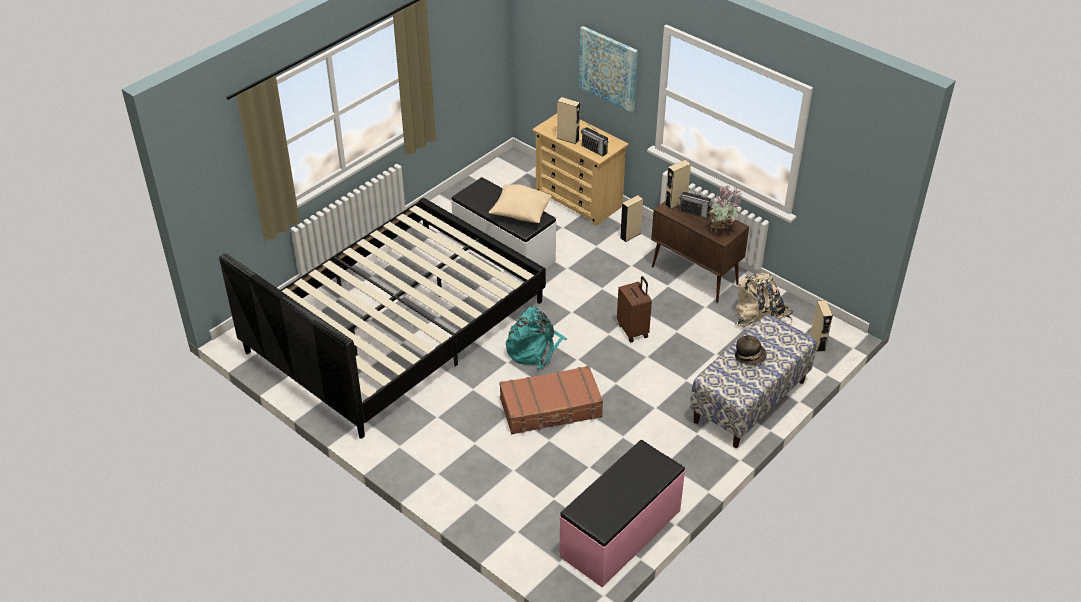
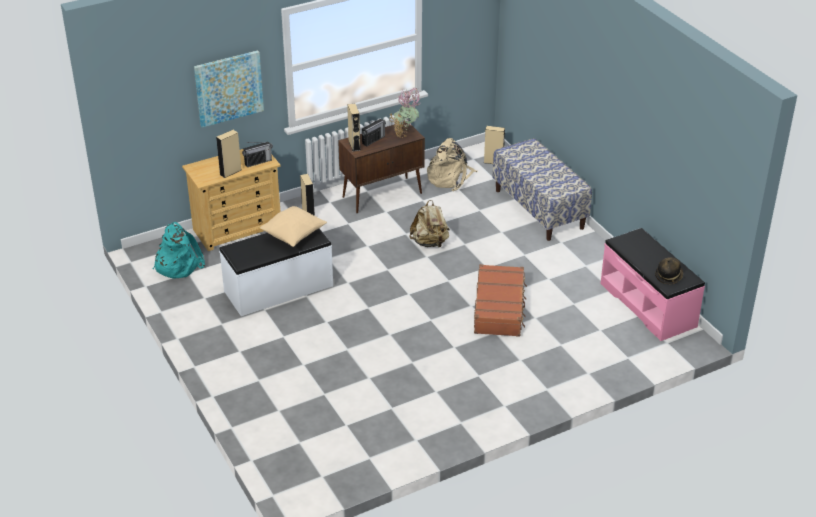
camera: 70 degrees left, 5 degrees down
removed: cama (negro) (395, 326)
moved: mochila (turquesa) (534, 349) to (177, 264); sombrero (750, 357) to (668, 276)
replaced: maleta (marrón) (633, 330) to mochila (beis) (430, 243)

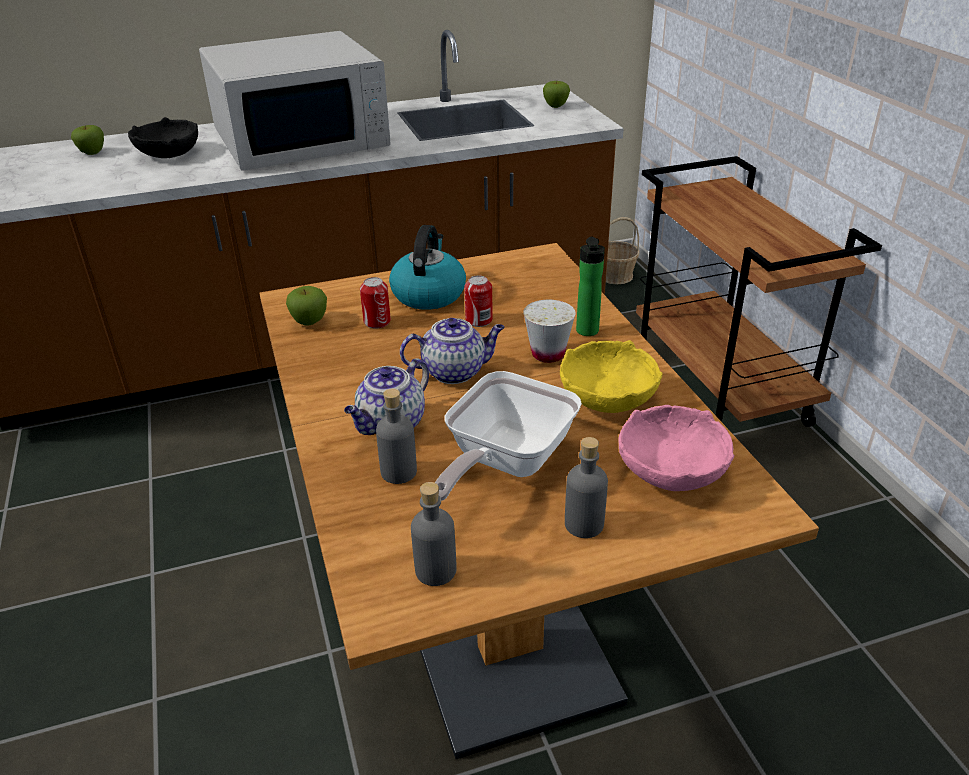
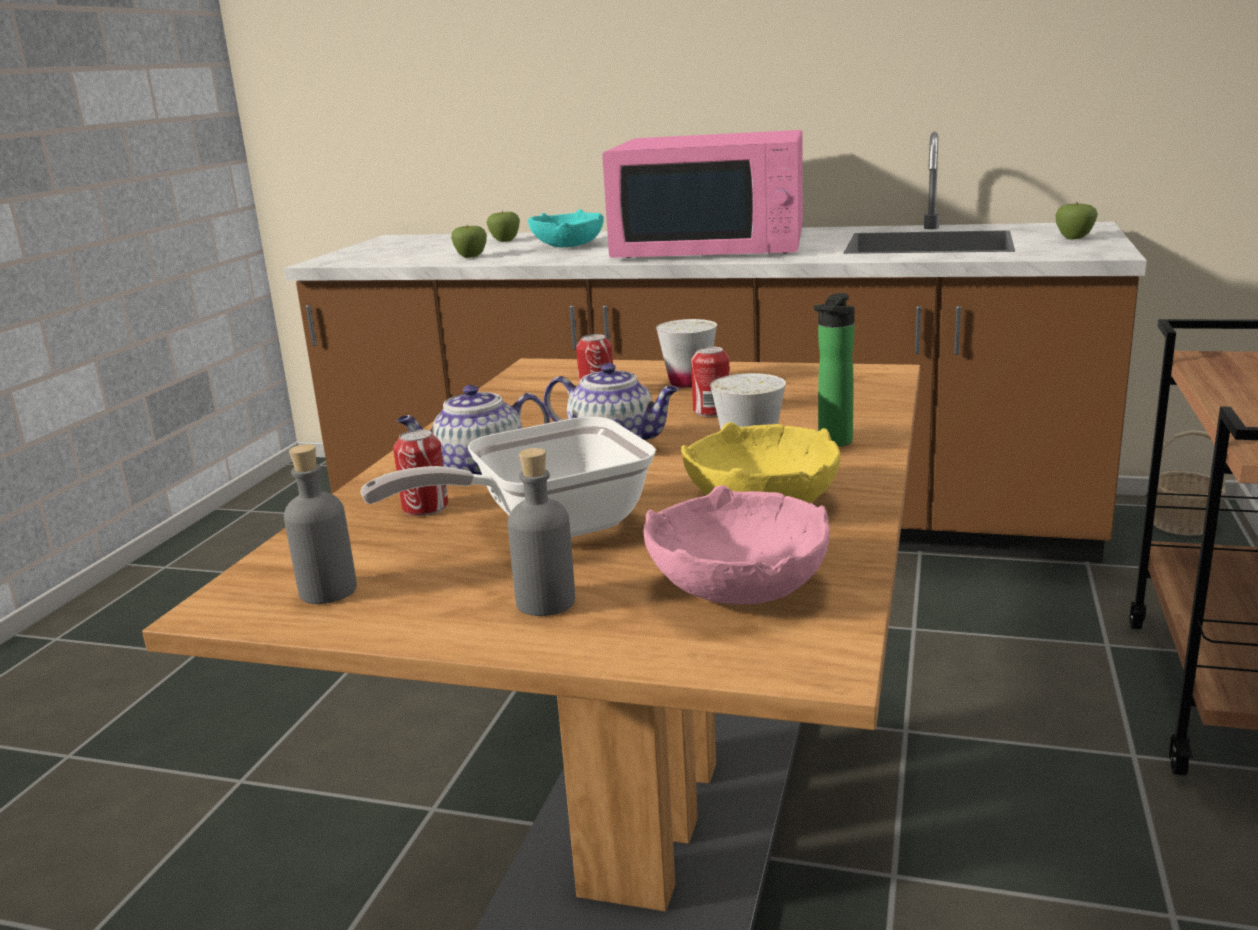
camera: 35 degrees right, 15 degrees down
moved: manzana (309, 322) to (471, 257)
replaced: botella (gris) (399, 472) to lata (425, 507); hervidor (428, 294) to taza (blanco) (688, 383)
recoloured: cuenco (negro) (169, 154) to cuenco (turquesa) (568, 245); microondas (blanco) (302, 139) to microondas (rosa) (713, 245)

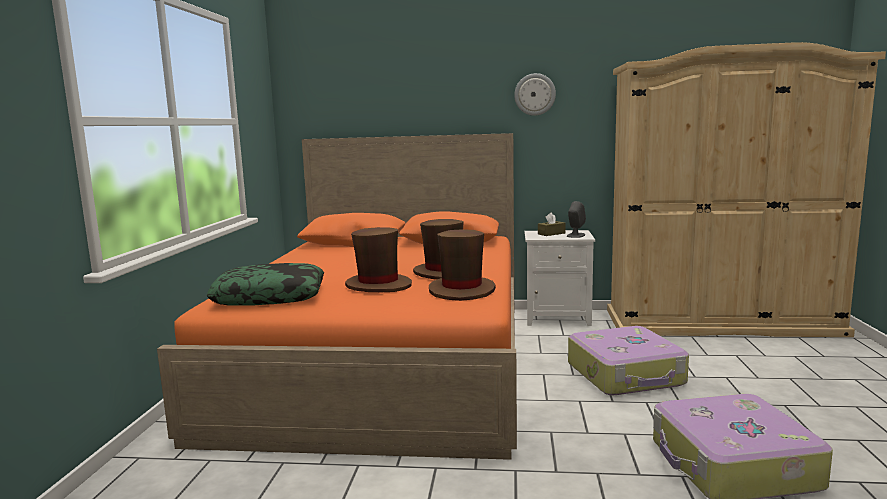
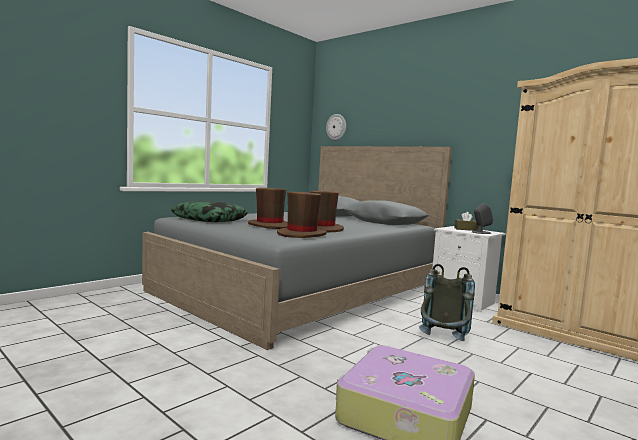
camera: 35 degrees right, 5 degrees down
moved: reloj de pared (534, 94) to (336, 127)
replaced: maleta (626, 374) to mochila (gris) (442, 343)
recoloured: cama (naranja) (387, 361) to cama (gris) (302, 290)

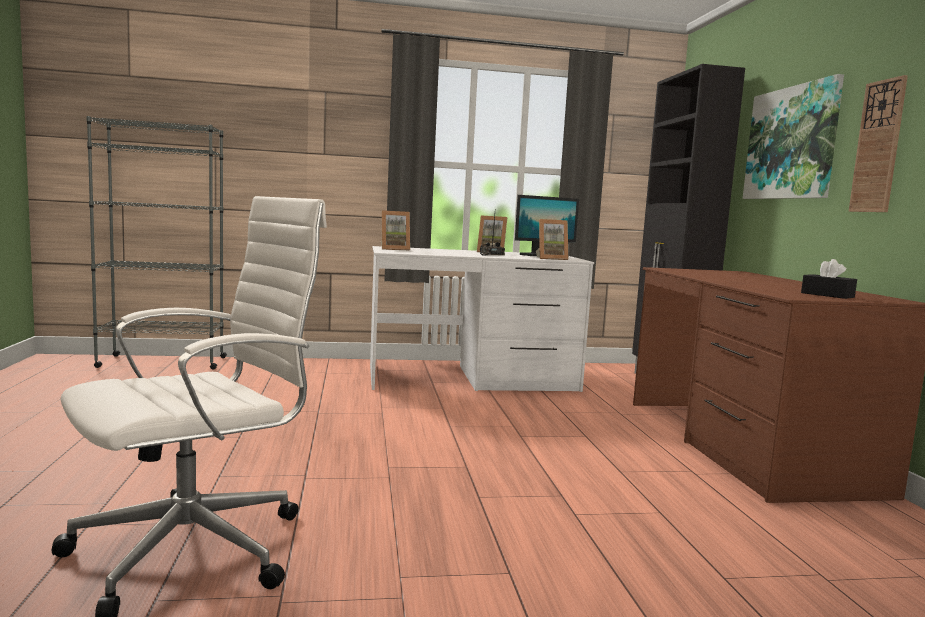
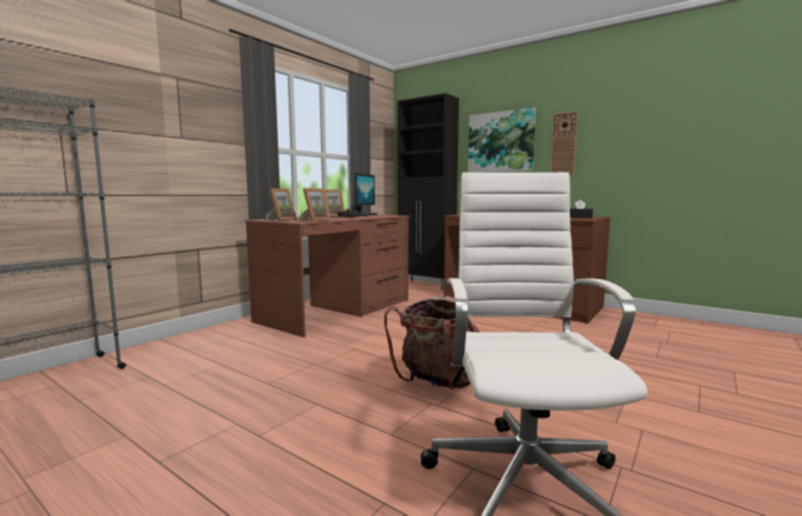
camera: 45 degrees left, 0 degrees up
added: mochila (438, 382)
moved: portarretratos (551, 258) to (315, 220)
recoloured: escritorio (blanco) (472, 378) to escritorio (marrón) (337, 310)

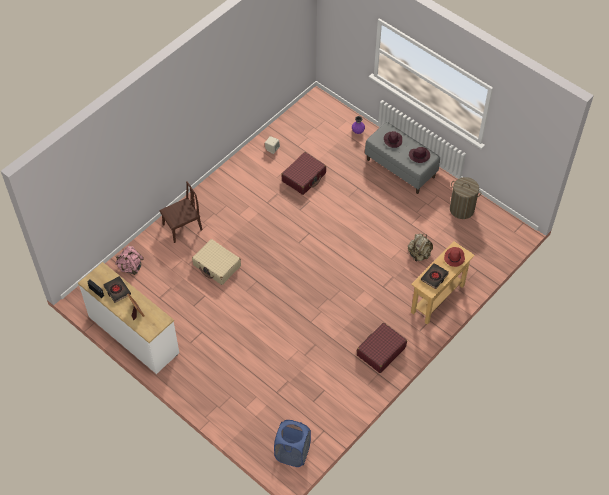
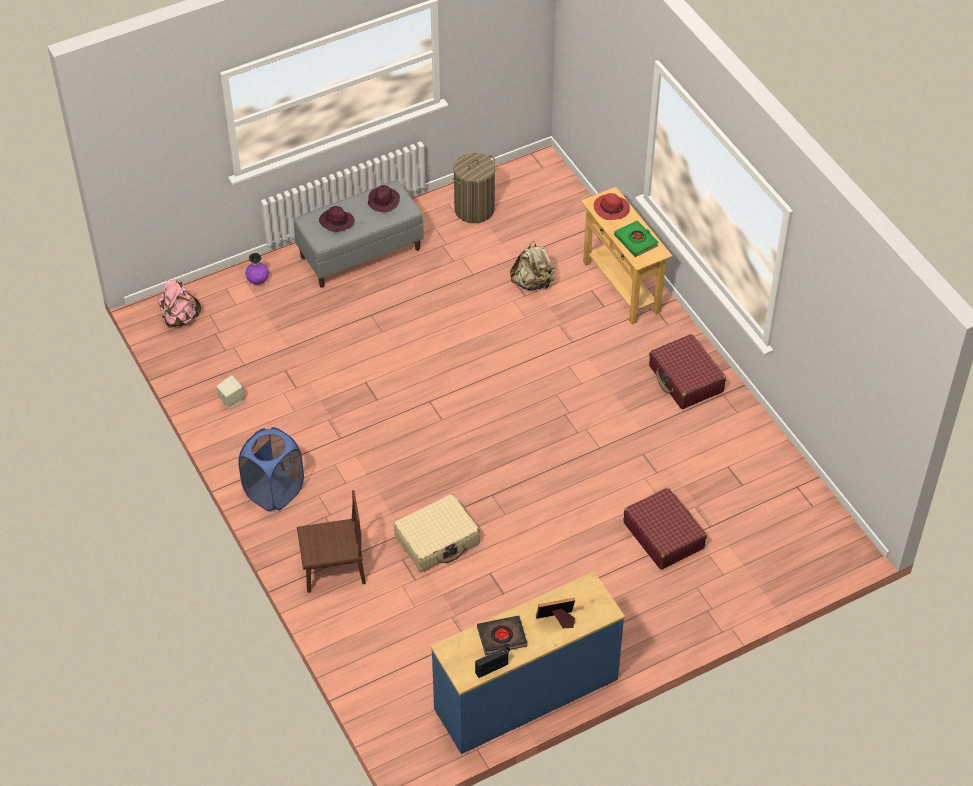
camera: 70 degrees left, 5 degrees down
moved: mochila (rosa) (130, 267) to (179, 318); cesto de la ropa (azul) (292, 453) to (274, 491); maleta (rojo) (304, 177) to (663, 535)
recoloured: cómoda (blanco) (133, 335) to cómoda (azul) (526, 695); libro (negro) (434, 277) to libro (verde) (636, 241)
turned: silla (marrón) (182, 227) = (333, 568) 90 degrees clockwise

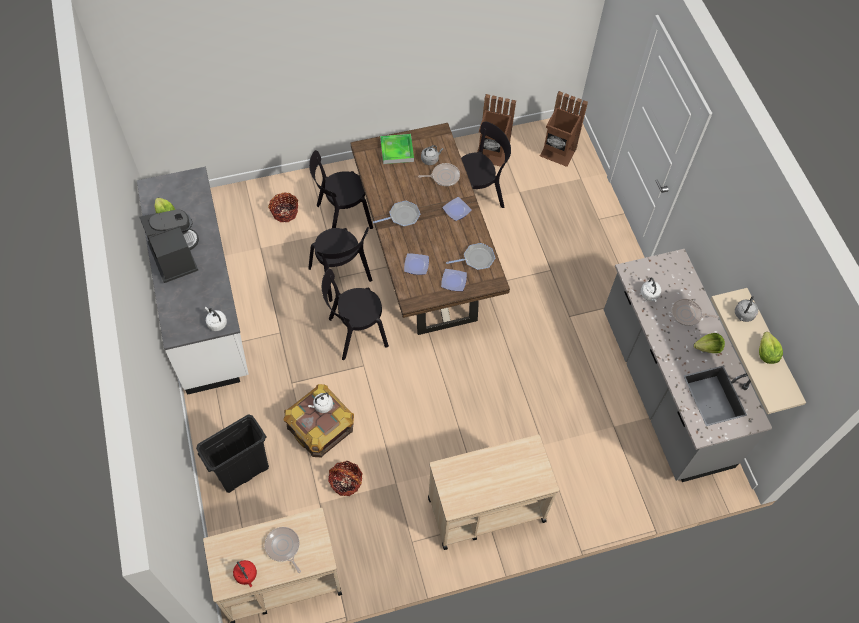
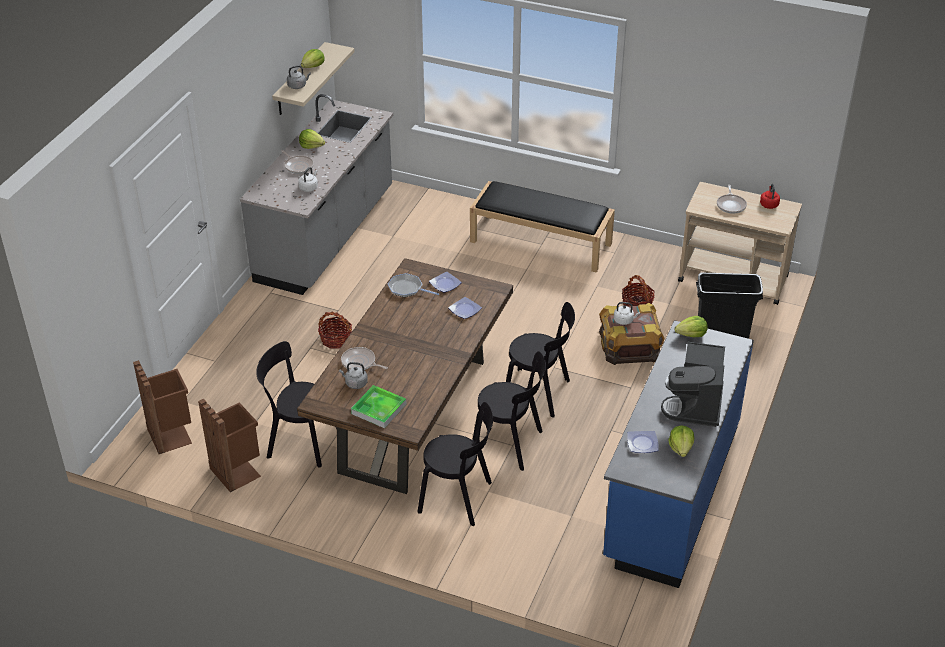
camera: 140 degrees left, 20 degrees down
removed: sartén (402, 216)
moved: cesta (285, 212) to (335, 339); plato (456, 210) to (643, 444)
replaced: hervidor (blanco) (216, 323) to lechuga (691, 334); carrito (beis) (485, 509) to banco (negro) (541, 242)
recoloured: mueble bajo de cocina (blanco) (205, 305) to mueble bajo de cocina (azul) (671, 492)
turned: silla (negro) (341, 276) = (510, 444) 105 degrees clockwise

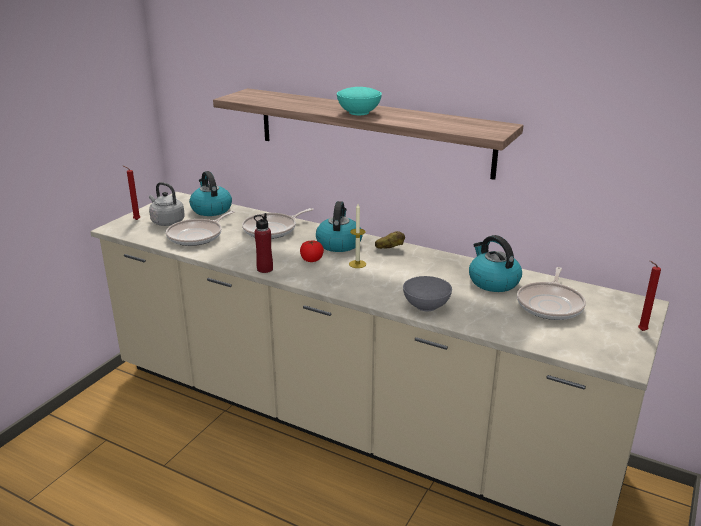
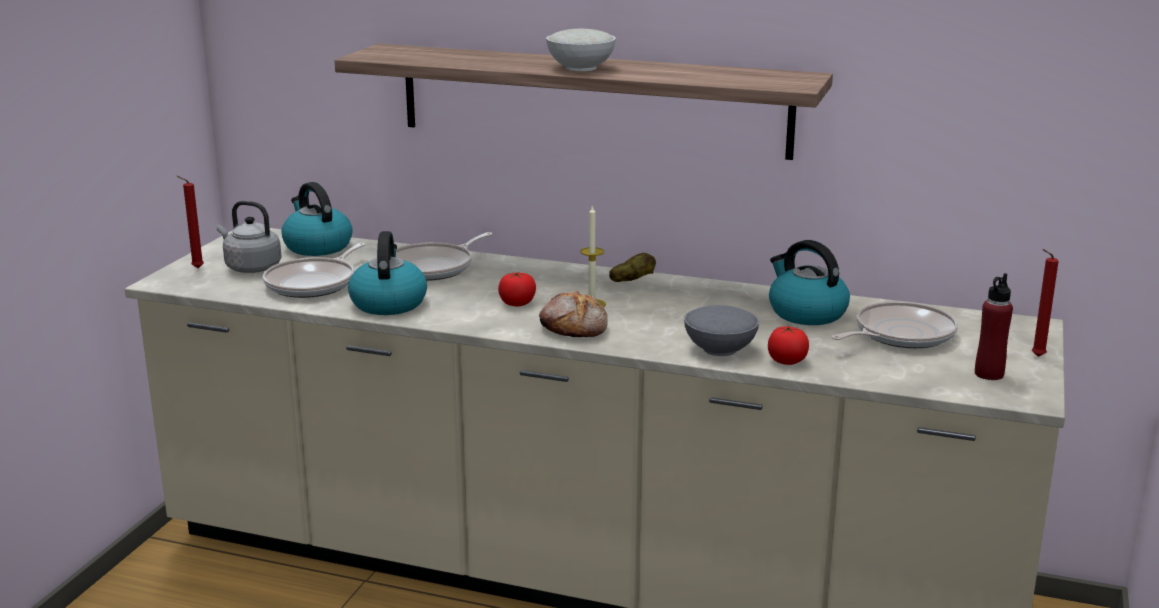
camera: 10 degrees left, 5 degrees down
added: pan (574, 328); tomate (787, 361)
moved: botella (rojo) (264, 269) to (989, 374); hervidor (339, 243) to (388, 303)
recoloured: cuenco (turquesa) (359, 112) to cuenco (blanco) (582, 68)
turned: sartén (550, 304) = (900, 334) 135 degrees counterclockwise

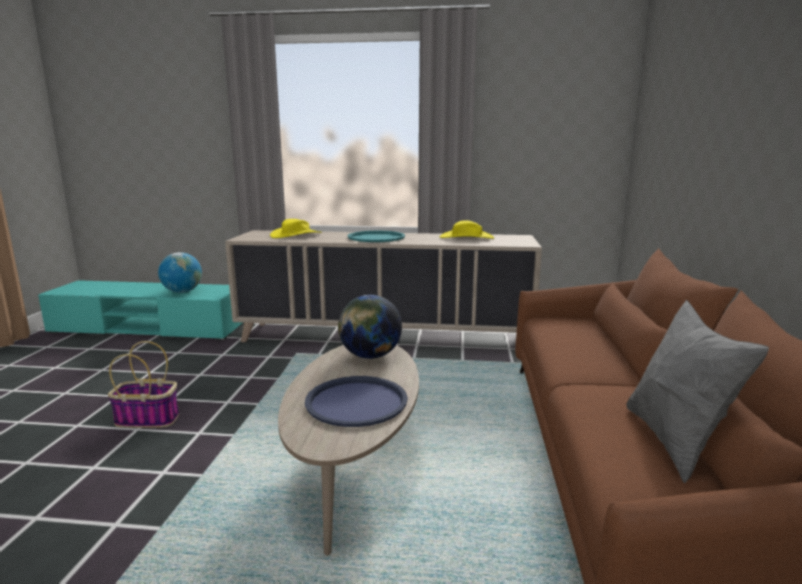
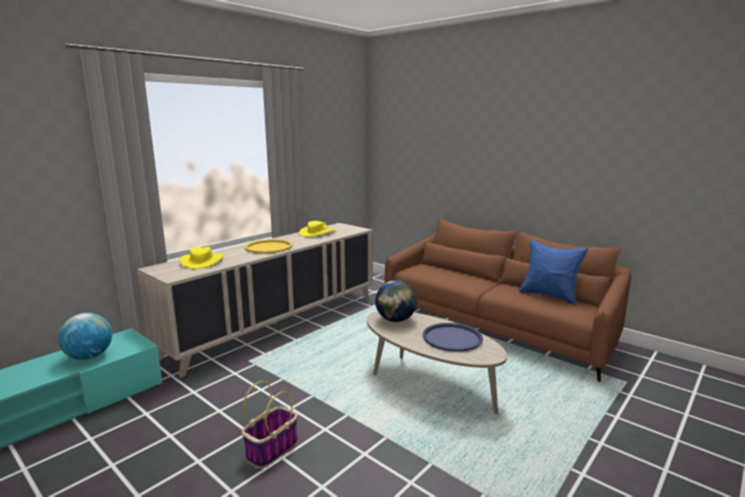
camera: 55 degrees left, 0 degrees up
recoloured: bandeja (turquesa) (376, 237) to bandeja (amarillo) (268, 247); cojín (gris) (675, 442) to cojín (azul) (549, 295)

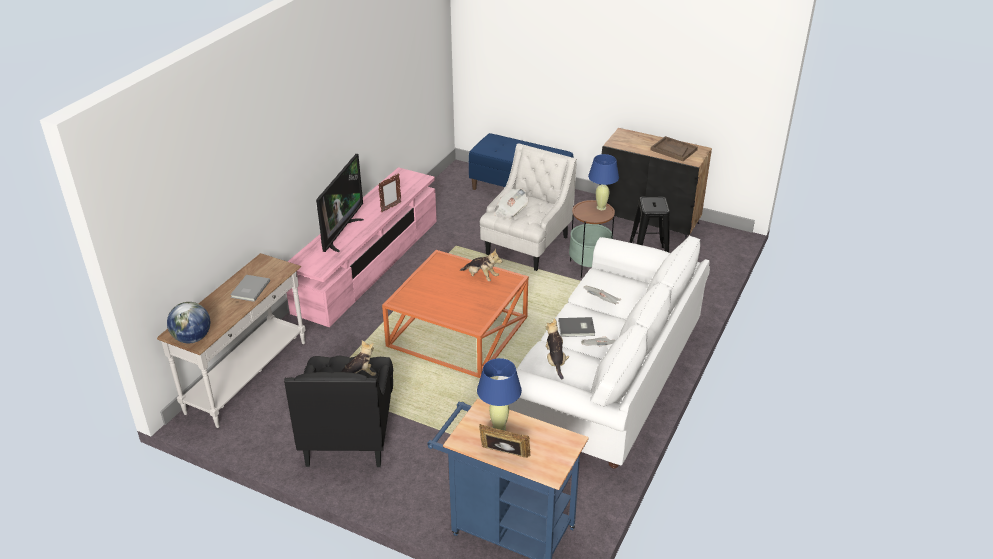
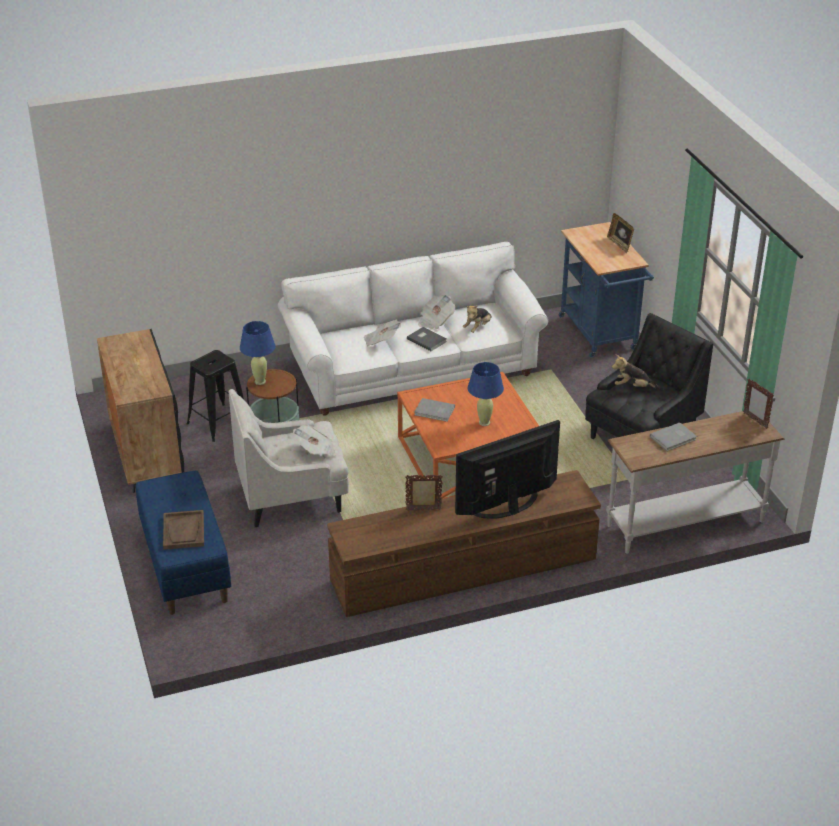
camera: 135 degrees left, 0 degrees up
moved: lámpara de mesa (azul) (499, 428) to (484, 422); bandeja (marrón) (673, 150) to (184, 531)
replaced: globo terráqueo (192, 338) to portarretratos (755, 420); peluche (481, 277) to libro (gris) (434, 411)
recoloured: mueble de televisión (rosa) (368, 266) to mueble de televisión (marrón) (463, 570)

